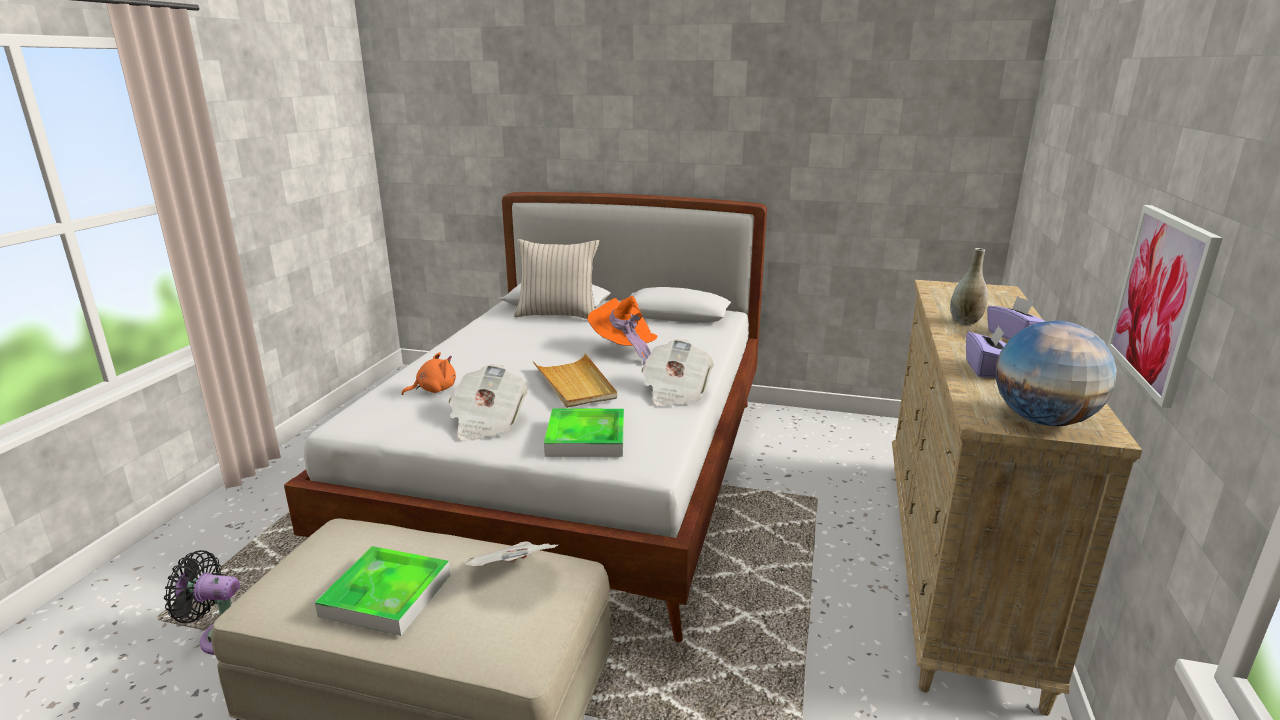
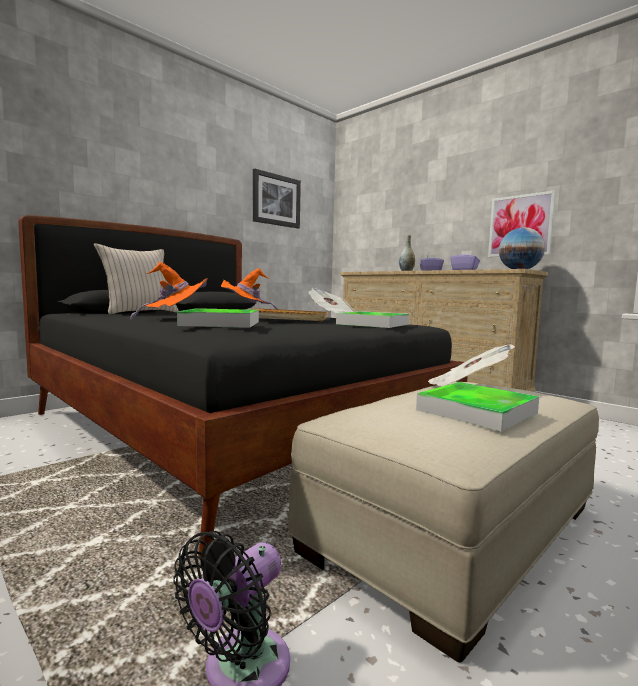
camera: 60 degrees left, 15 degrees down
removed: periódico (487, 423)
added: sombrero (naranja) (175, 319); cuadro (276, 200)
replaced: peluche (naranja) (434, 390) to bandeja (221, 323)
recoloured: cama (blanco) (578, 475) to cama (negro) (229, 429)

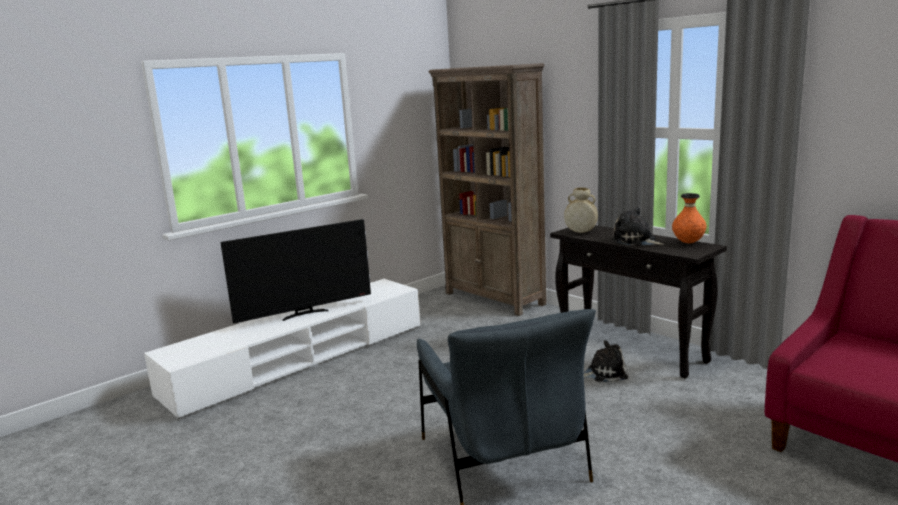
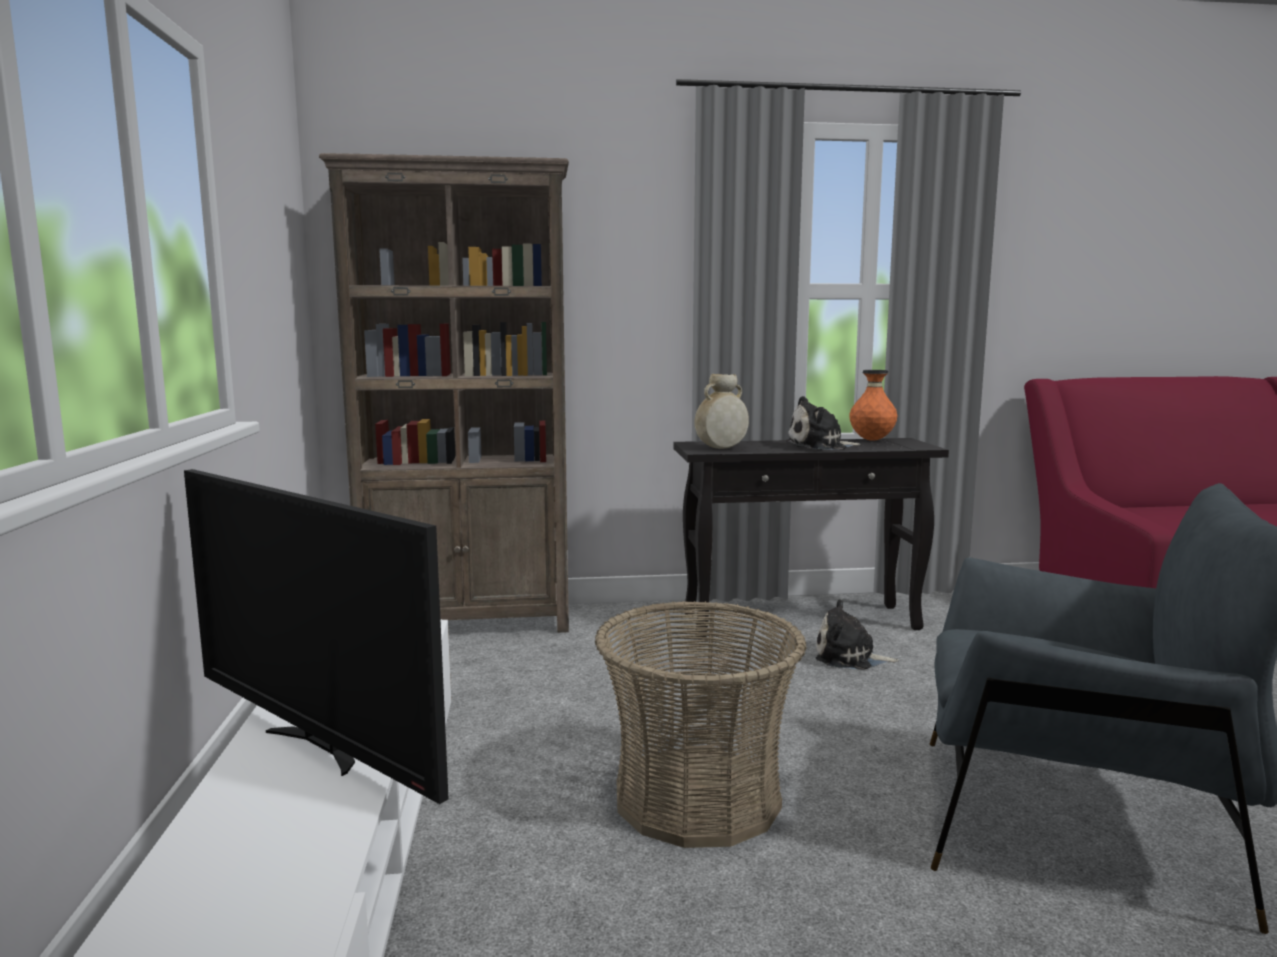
camera: 55 degrees left, 5 degrees down
added: cesta (697, 797)
turned: televisor (305, 314) = (317, 747) 120 degrees clockwise; peluche (604, 373) = (849, 658) 105 degrees counterclockwise

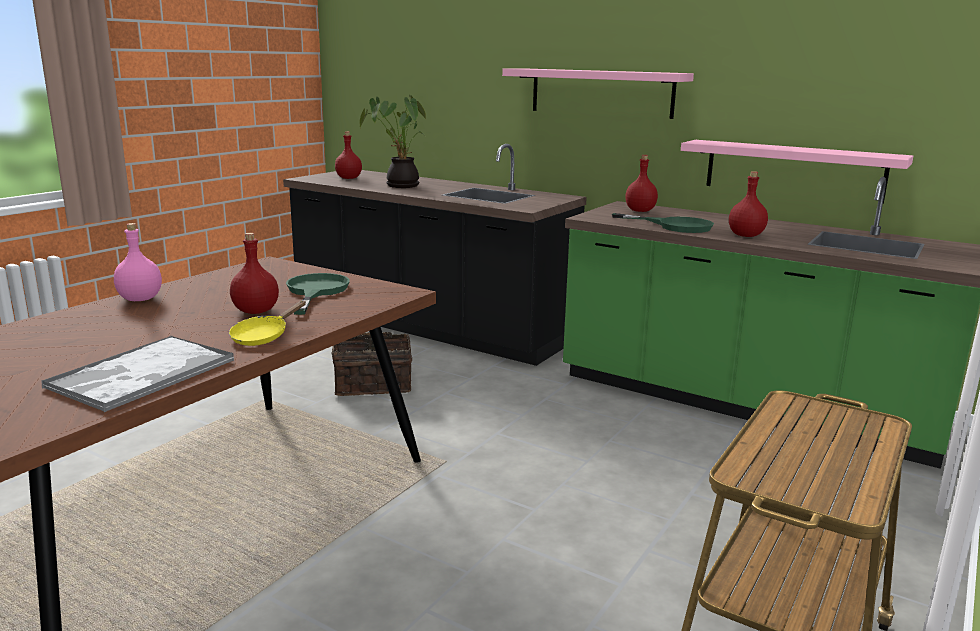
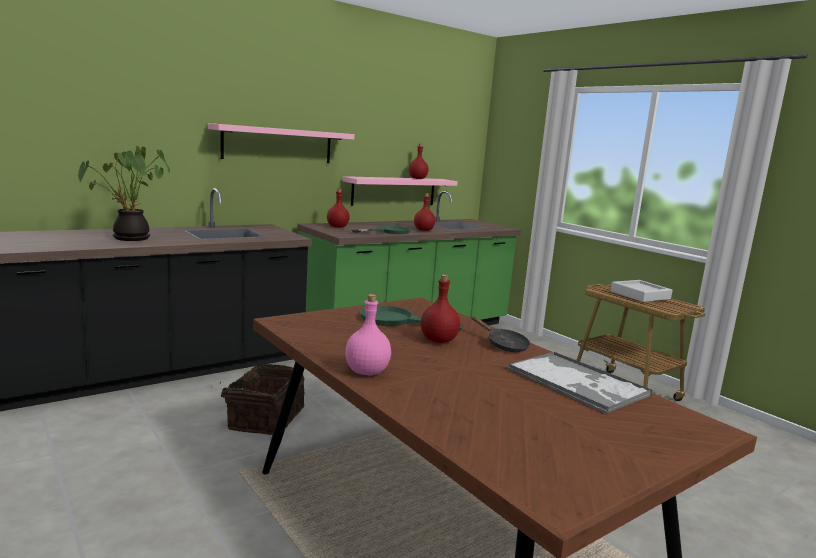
camera: 70 degrees left, 5 degrees down
added: bandeja (gris) (640, 295)
moved: botella (rojo) (349, 178) to (417, 178)
recoloured: sartén (amarillo) (263, 336) to sartén (negro) (503, 345)

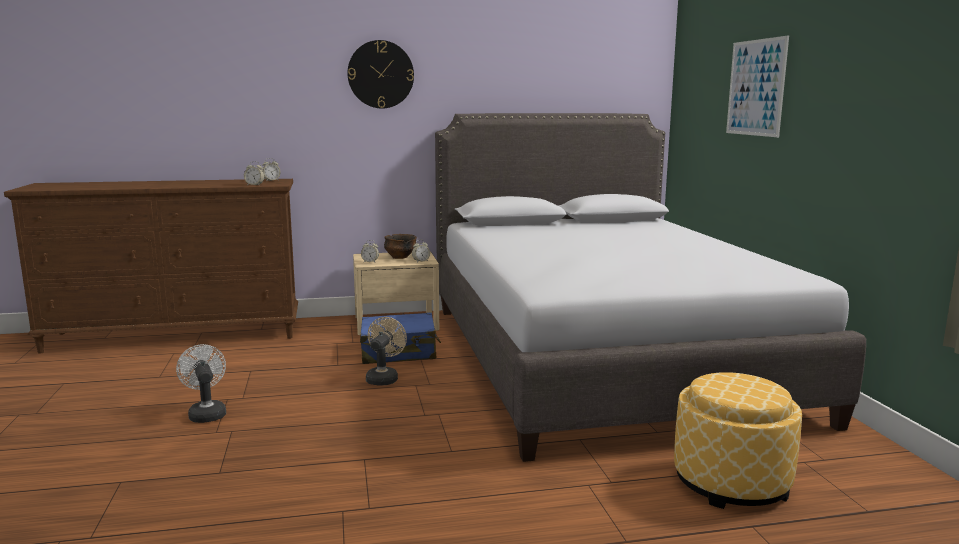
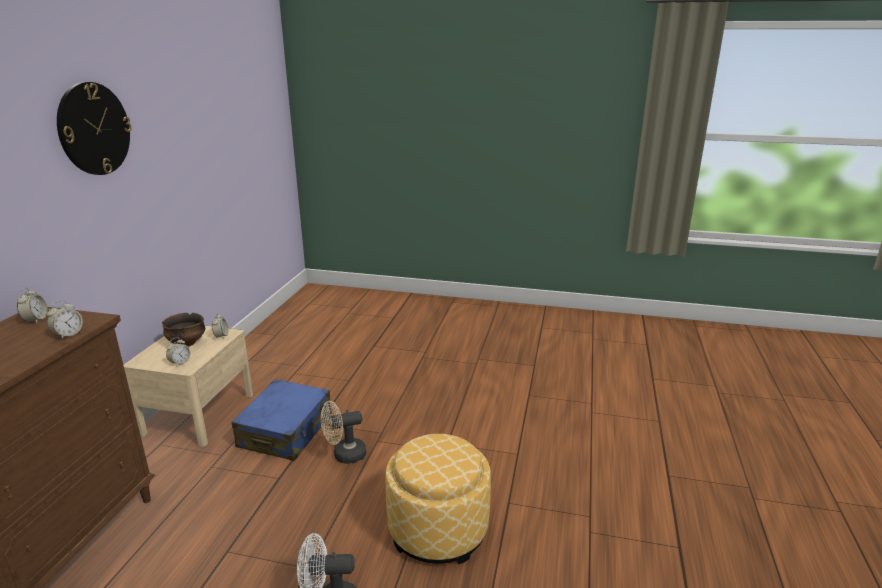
camera: 65 degrees left, 10 degrees up
removed: cama (gris) (600, 358); cuadro (756, 87)
moved: puf (731, 482) to (438, 529)
turned: ventilador (beis) (384, 378) = (344, 455) 60 degrees counterclockwise

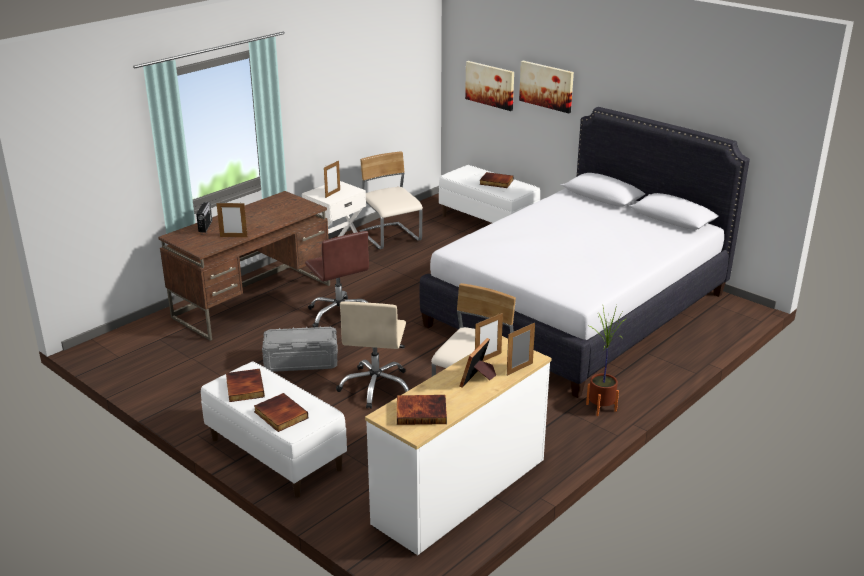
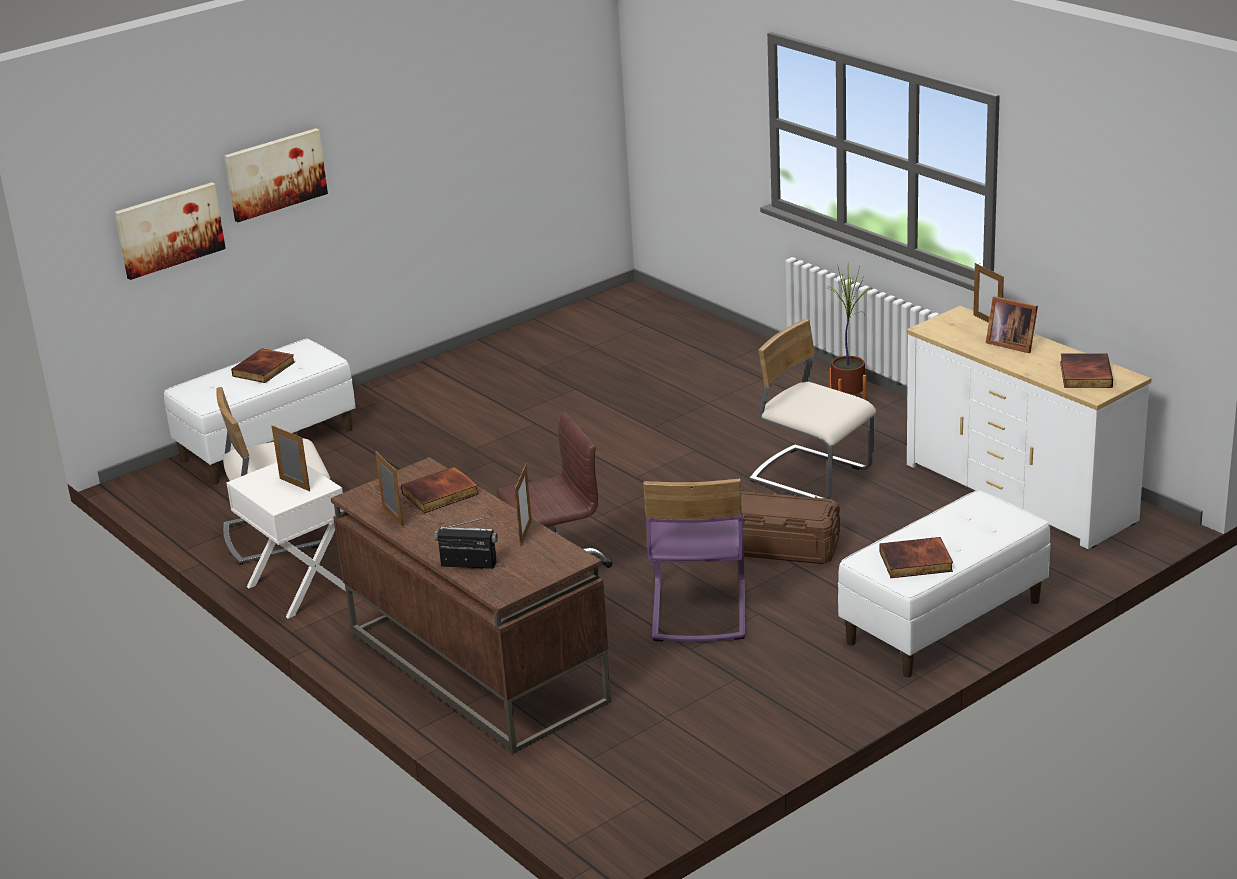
camera: 80 degrees left, 0 degrees up
removed: cama (blanco) (577, 309)
moved: libro (280, 415) to (440, 494); portarretratos (487, 359) to (392, 517)
replaced: caja de almacenaje (gris) (301, 361) to silla (morado) (698, 611); silla de oficina (beis) (376, 387) to caja de almacenaje (marrón) (781, 547)

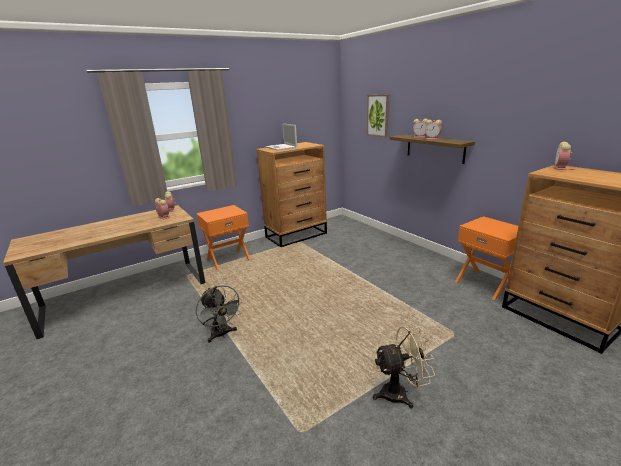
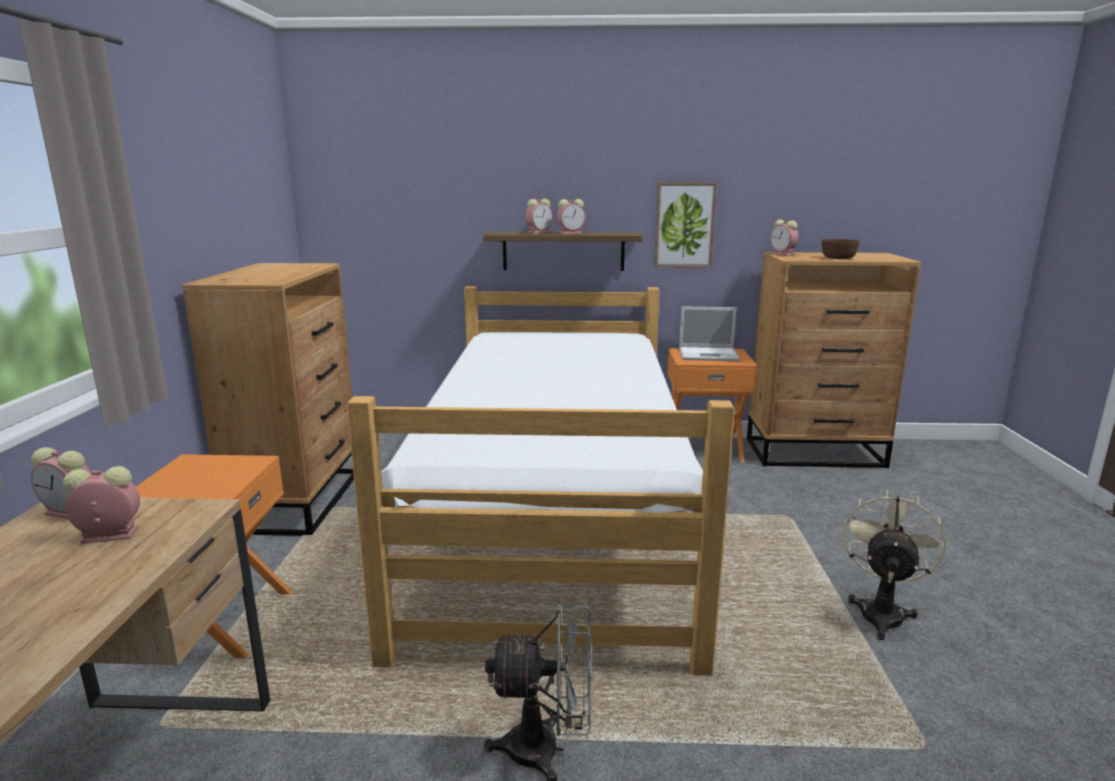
camera: 55 degrees left, 5 degrees down
added: cama (555, 517); cuenco (marrón) (838, 258)
moved: portátil (281, 147) to (709, 354); cuadro (378, 115) to (684, 225)

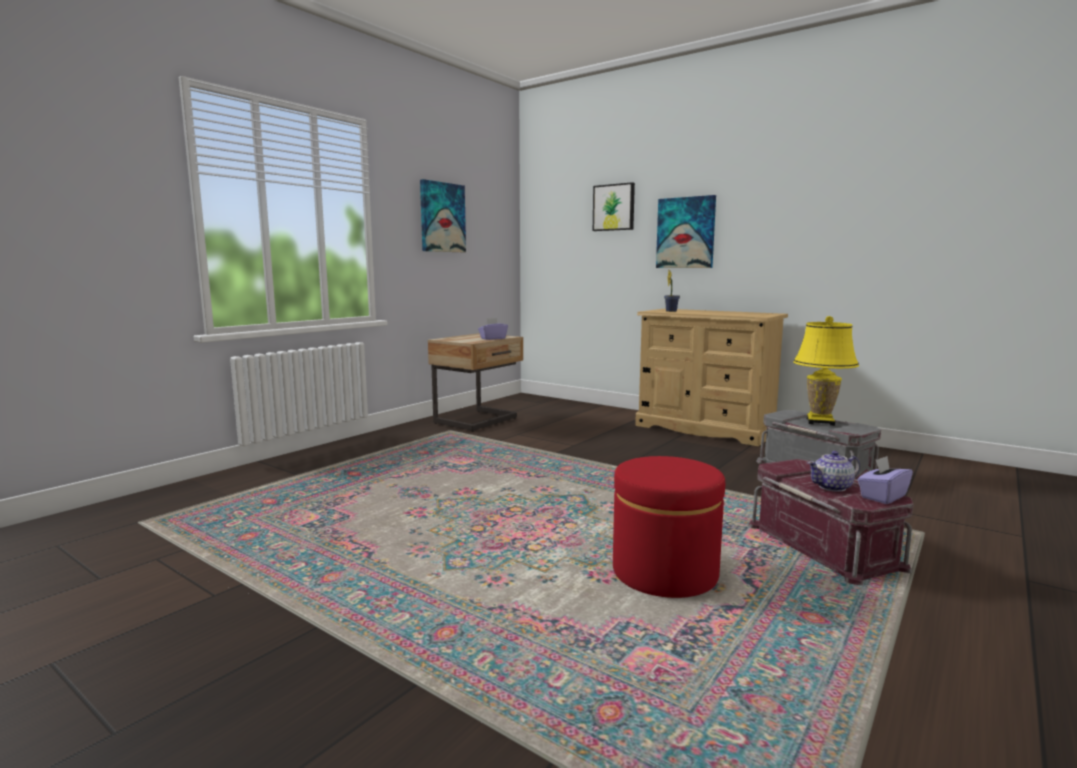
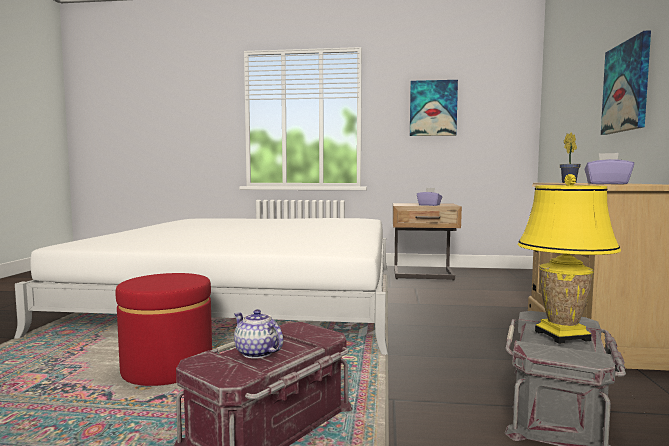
camera: 60 degrees right, 5 degrees down
removed: cuadro (614, 207)
added: cama (blanco) (251, 295)
moved: caja de pañuelos (morado) (882, 496) to (607, 184)

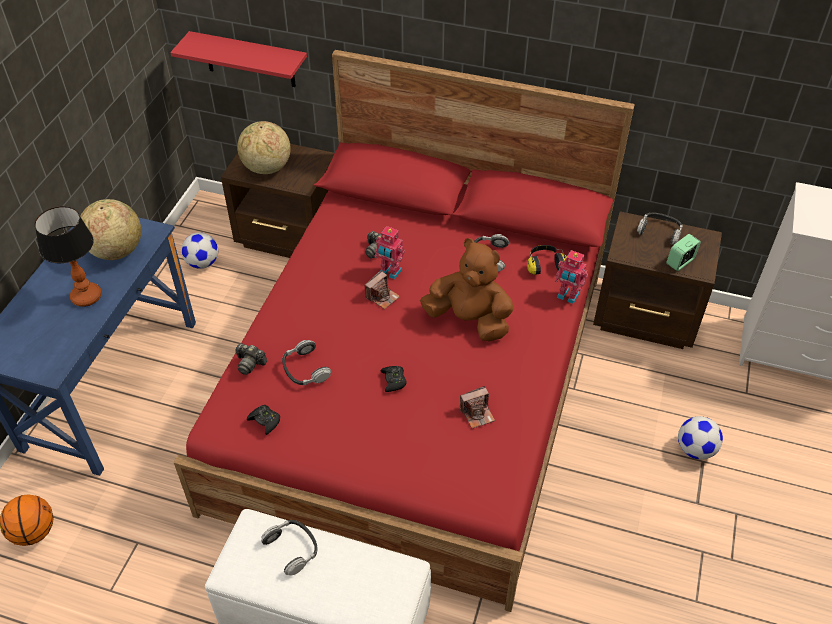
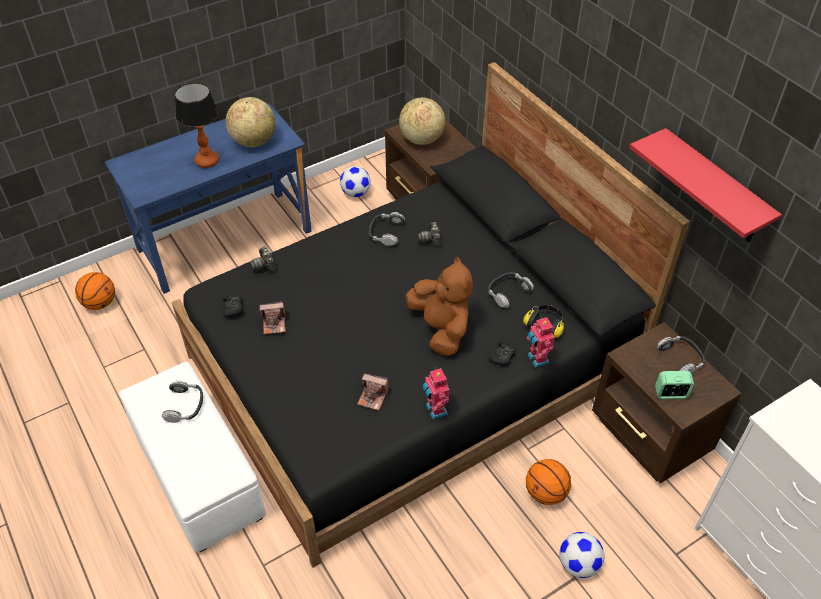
camera: 40 degrees right, 0 degrees up
added: balón de baloncesto (545, 493)
moved: estante (rojo) (249, 60) to (714, 189); auriculares (305, 369) to (385, 232); cámara (382, 297) to (274, 324); robot de juguete (390, 272) to (435, 410); mando de consola (negro) (393, 380) to (502, 356)
recoloured: cama (rojo) (417, 386) to cama (negro) (412, 368)

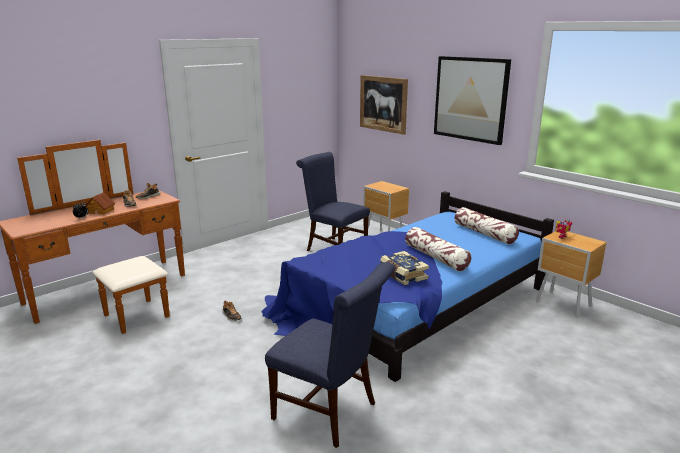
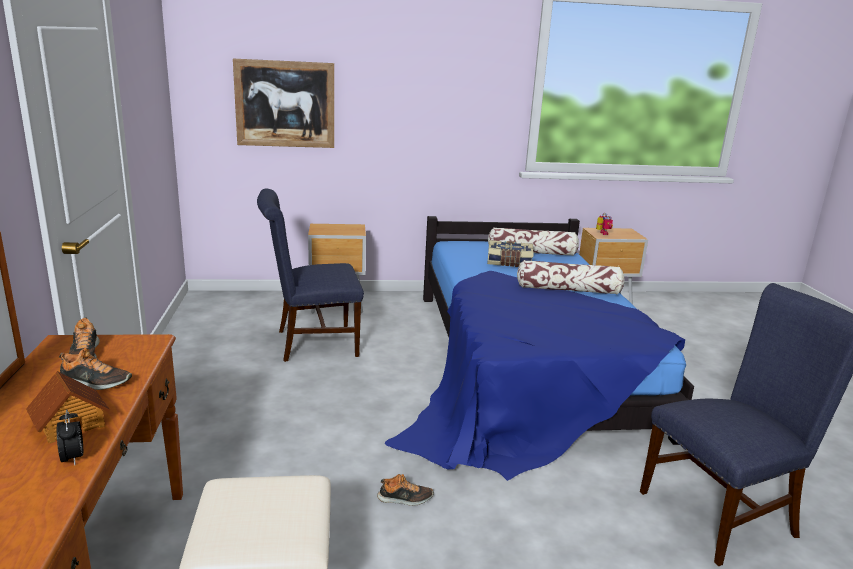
camera: 55 degrees left, 0 degrees up
removed: cuadro (470, 99)
moved: libro (402, 275) to (509, 262)

